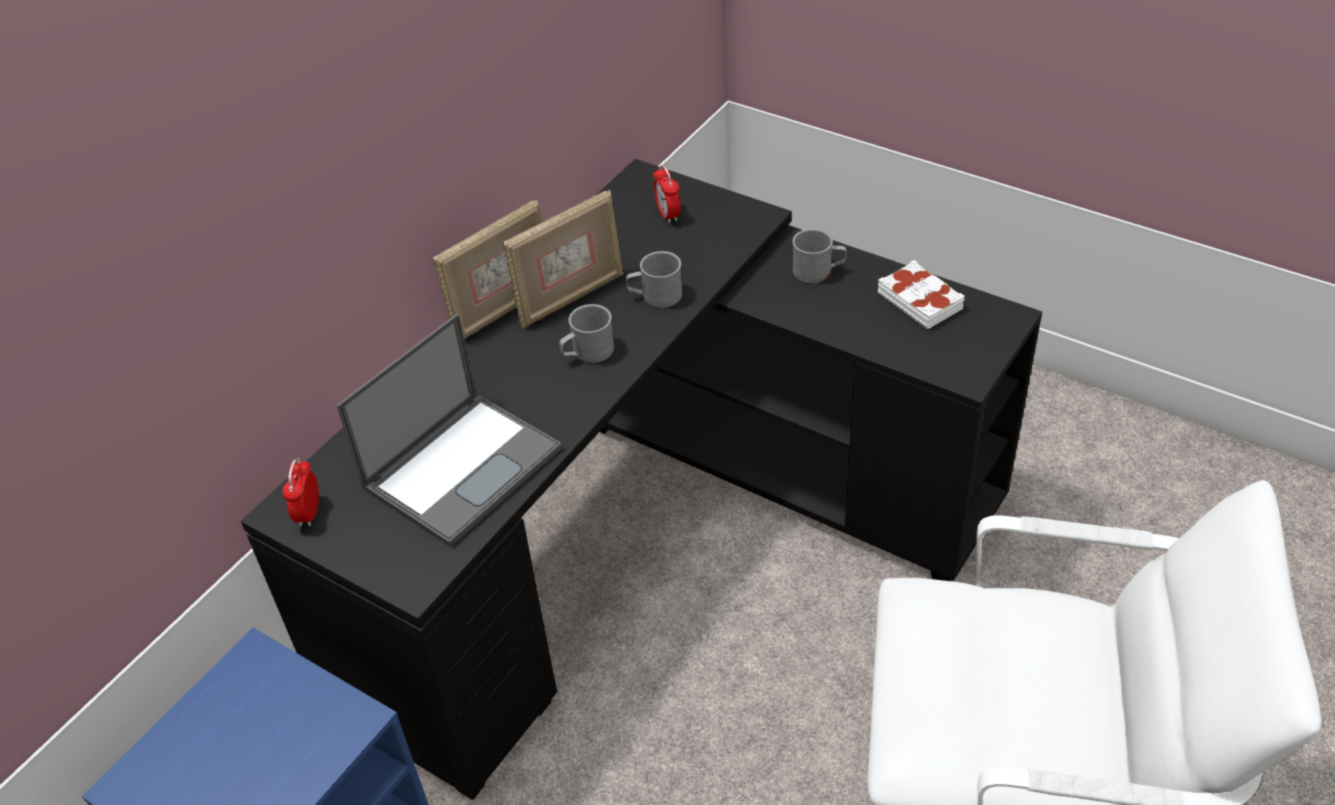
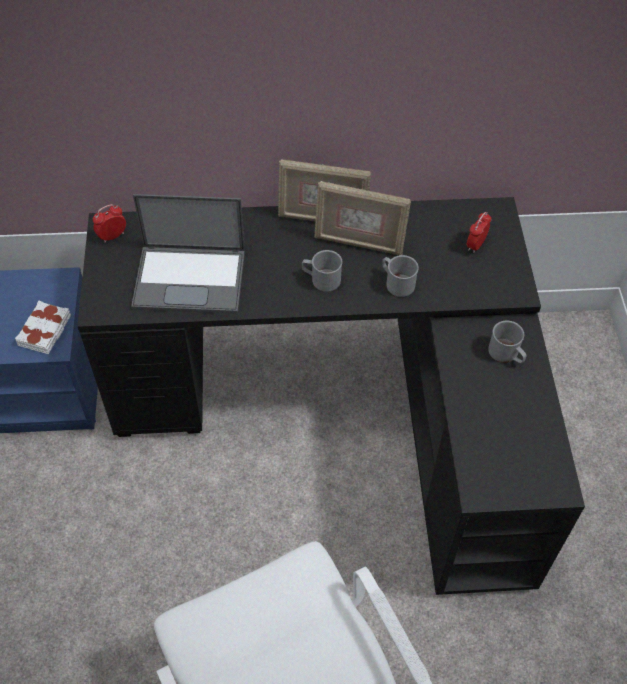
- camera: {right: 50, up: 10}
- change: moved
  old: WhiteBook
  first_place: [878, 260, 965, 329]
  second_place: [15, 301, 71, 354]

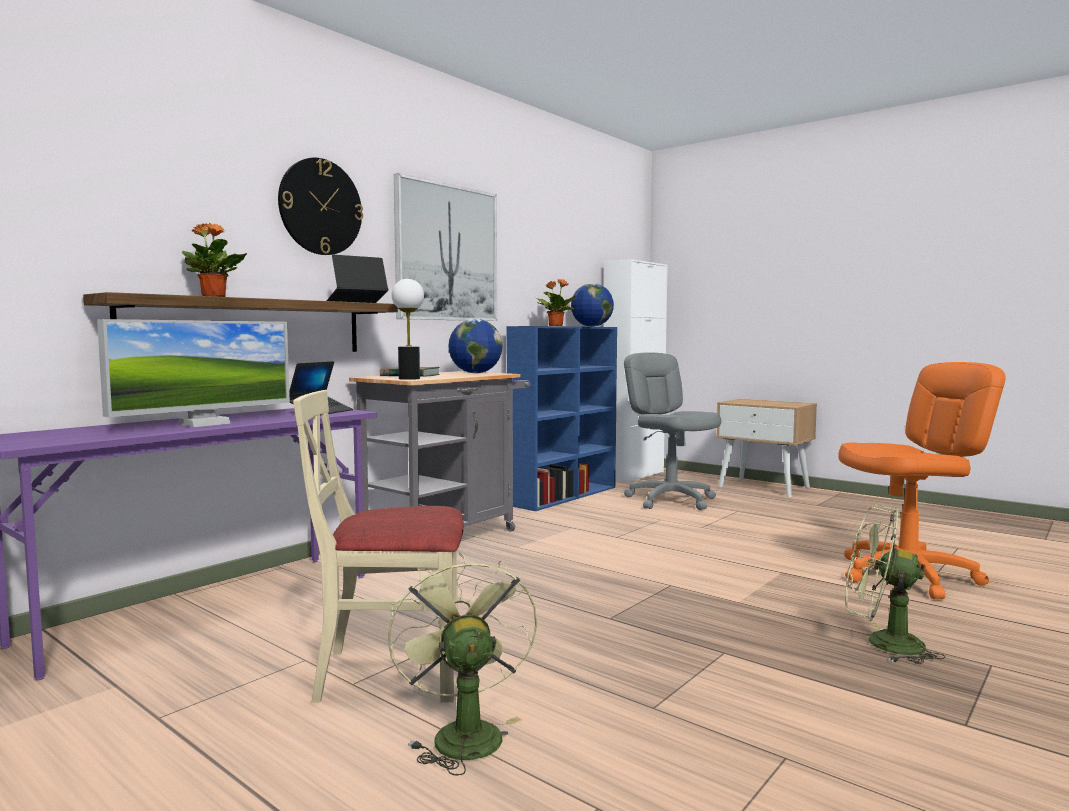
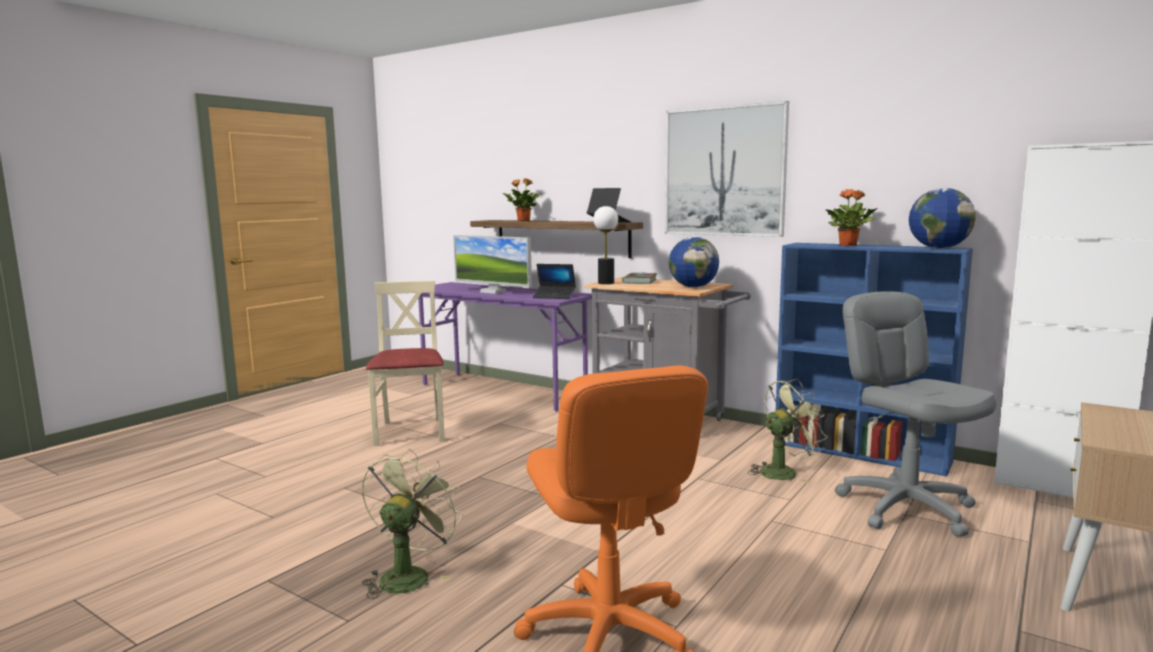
- camera: {right: 85, up: 5}
- change: removed
  old: WallClock
  first_place: [278, 158, 363, 255]
- change: moved
  old: GreenFan
  first_place: [388, 552, 537, 776]
  second_place: [748, 379, 827, 483]
- change: turned
  old: GreyOfficeChair
  first_place: [624, 353, 721, 510]
  second_place: [835, 291, 996, 537]
  degrees: -75

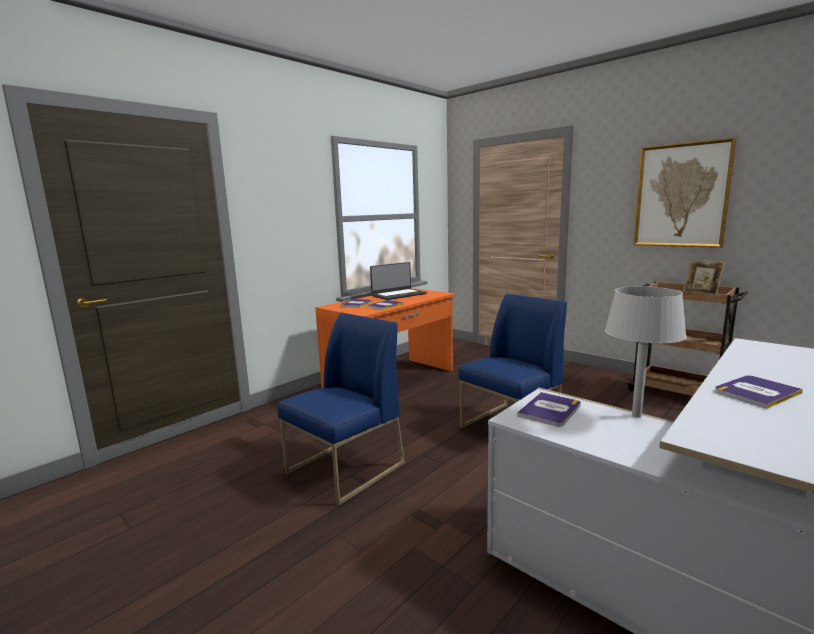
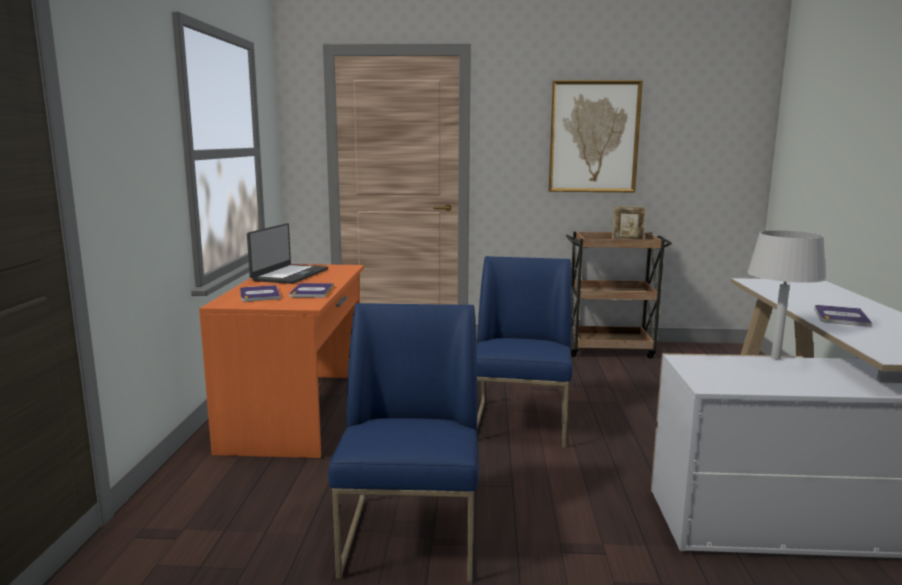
- camera: {right: -40, up: 0}
- change: removed
  old: Book
  first_place: [517, 392, 581, 427]

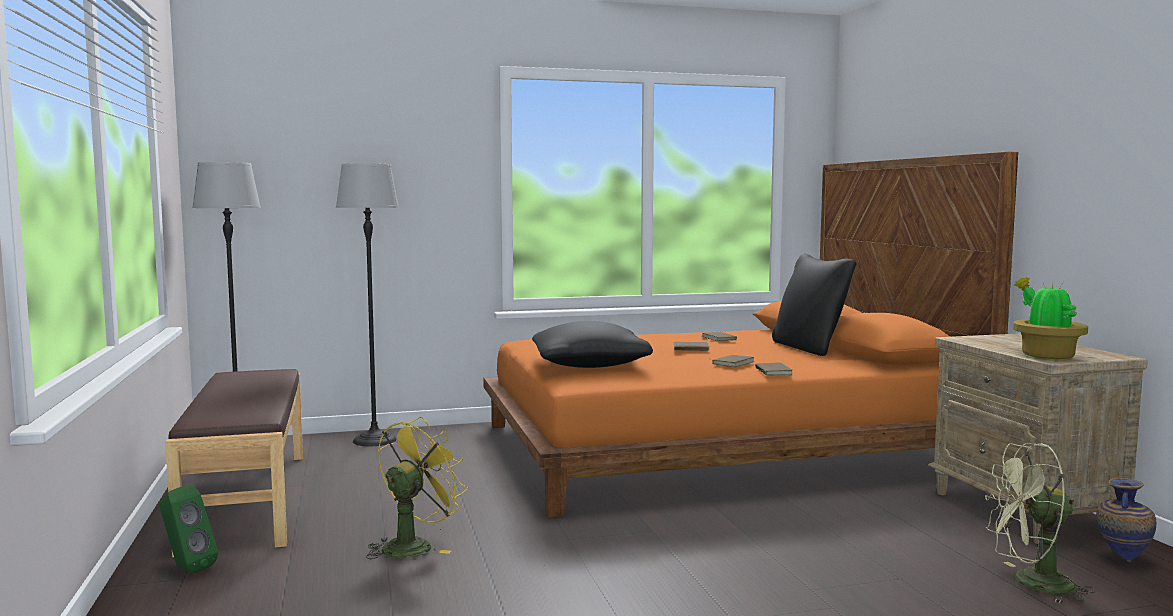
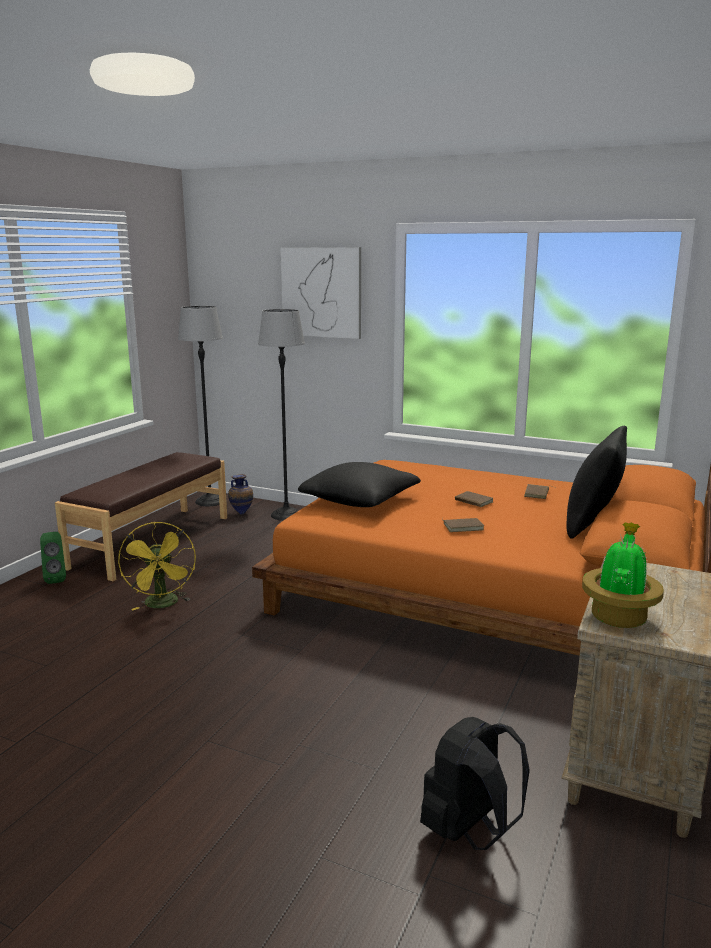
- camera: {right: 40, up: 10}
- change: removed
  old: BrownBook
  first_place: [755, 362, 792, 375]
- change: added
  new: Picture
  second_place: [280, 247, 361, 339]
- change: moved
  old: Vase
  first_place: [1096, 478, 1156, 562]
  second_place: [228, 474, 253, 515]
- change: replaced
  old: GreenFan
  new: BlackBackpack
  first_place: [985, 443, 1096, 603]
  second_place: [420, 717, 530, 850]
- change: turned
  old: YellowFan
  first_place: [366, 417, 468, 559]
  second_place: [118, 522, 196, 611]
  degrees: 90

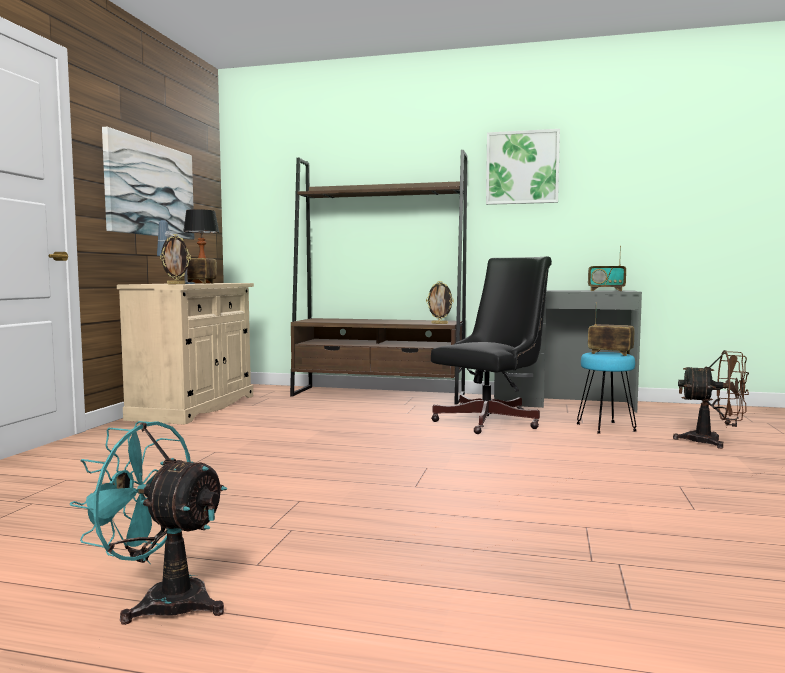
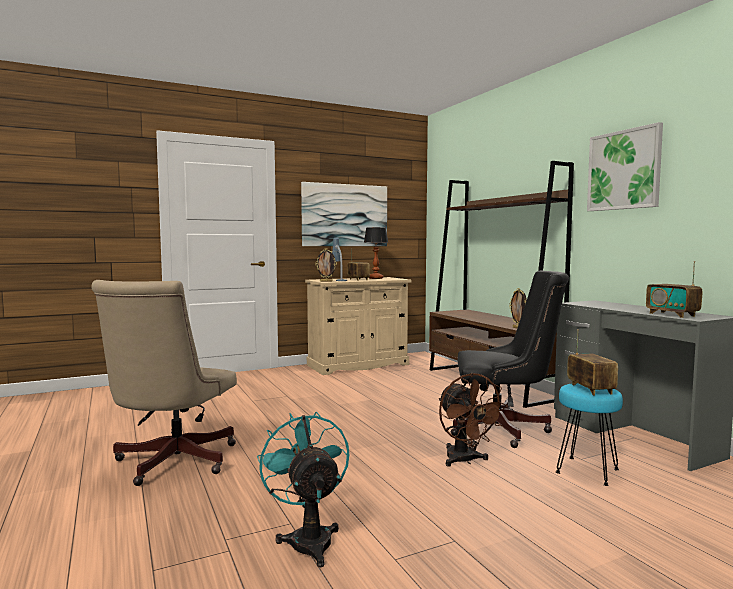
- camera: {right: 50, up: 0}
- change: added
  new: BeigeOfficeChair
  second_place: [91, 280, 237, 486]
- change: moved
  old: TurquoiseFan
  first_place: [70, 421, 227, 625]
  second_place: [257, 412, 349, 567]
- change: moved
  old: BrownFan
  first_place: [673, 350, 749, 449]
  second_place: [439, 373, 508, 467]

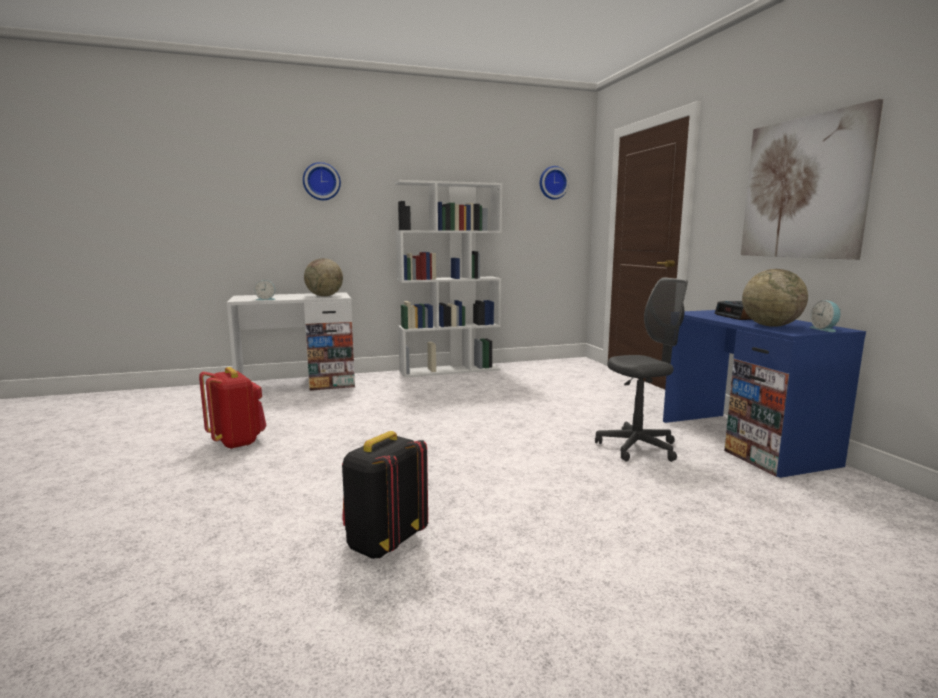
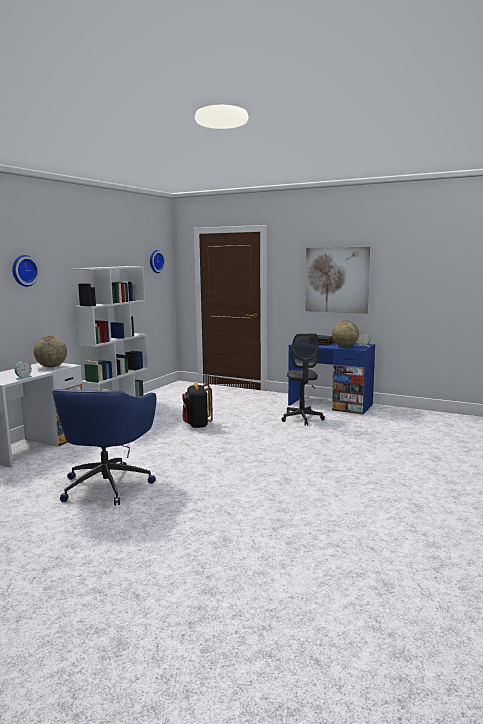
- camera: {right: -45, up: 0}
- change: moved
  old: BlackBackpack
  first_place: [342, 431, 428, 559]
  second_place: [182, 383, 213, 428]
- change: replaced
  old: RedBackpack
  new: BlueOfficeChair
  first_place: [199, 367, 267, 449]
  second_place: [52, 389, 156, 506]
- change: turned
  old: GreyOfficeChair
  first_place: [595, 277, 688, 462]
  second_place: [281, 333, 325, 426]
  degrees: 150

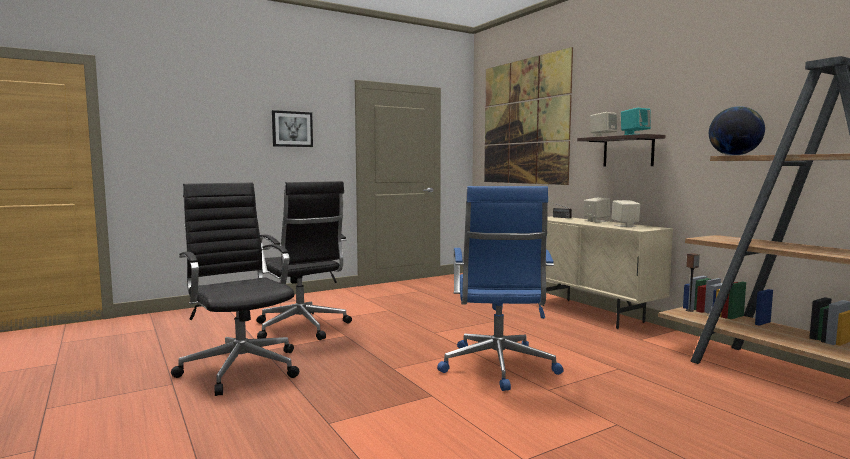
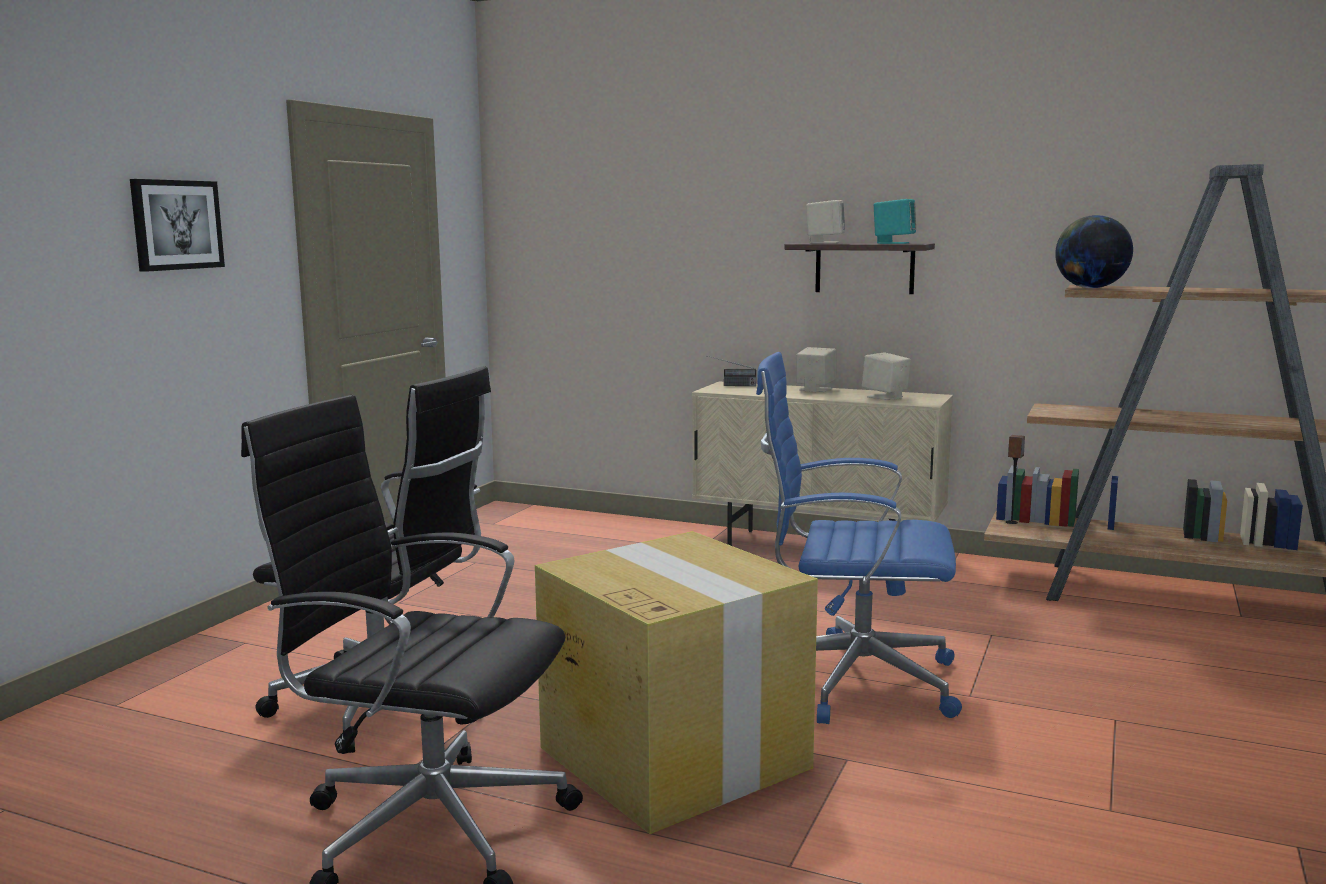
- camera: {right: -35, up: 5}
- change: removed
  old: Picture
  first_place: [484, 47, 573, 185]
- change: added
  new: CardboardBox
  second_place: [535, 531, 818, 834]
- change: turned
  old: BlueOfficeChair
  first_place: [437, 186, 564, 391]
  second_place: [756, 352, 962, 724]
  degrees: 135

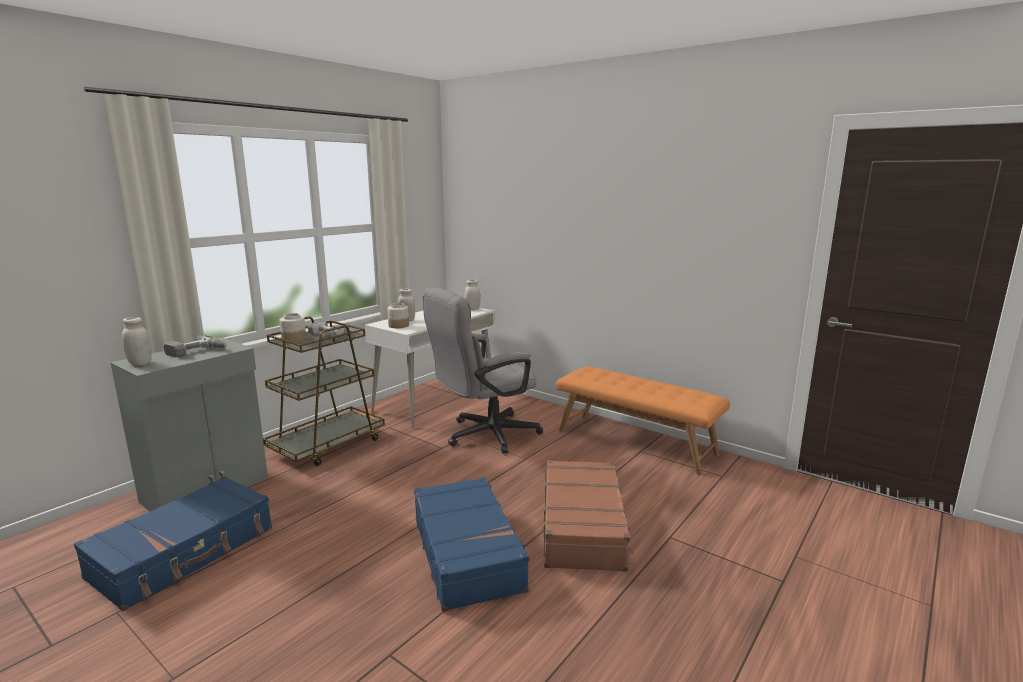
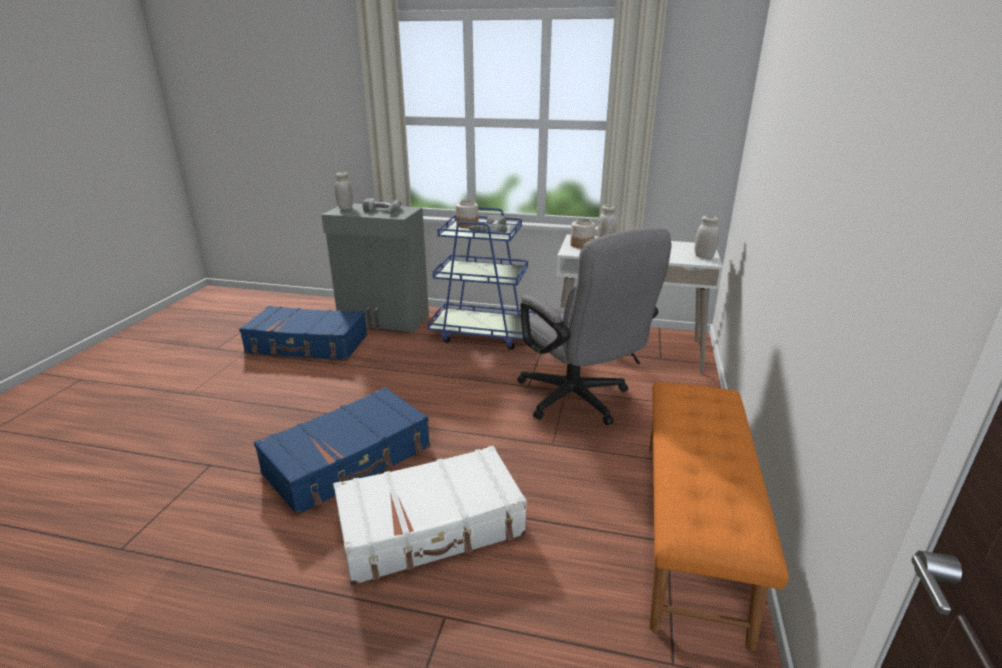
- camera: {right: 65, up: 10}
- change: recoloured
  old: BrownCart
  new: BlueCart
  first_place: [263, 316, 385, 466]
  second_place: [427, 207, 535, 350]
- change: recoloured
  old: BrownSuitcase
  new: WhiteSuitcase
  first_place: [544, 460, 634, 572]
  second_place: [333, 446, 527, 585]
- change: turned
  old: GreyOfficeChair
  first_place: [423, 287, 543, 454]
  second_place: [517, 227, 672, 425]
  degrees: -150

